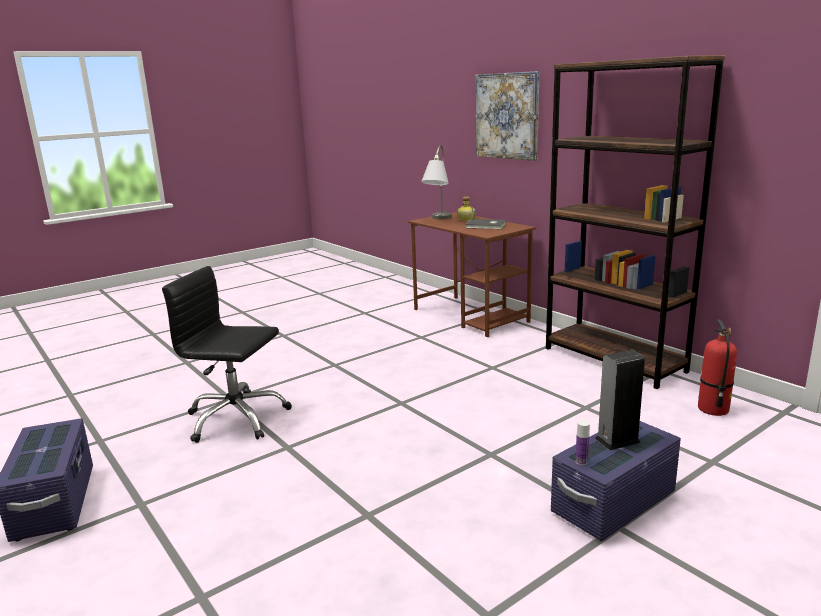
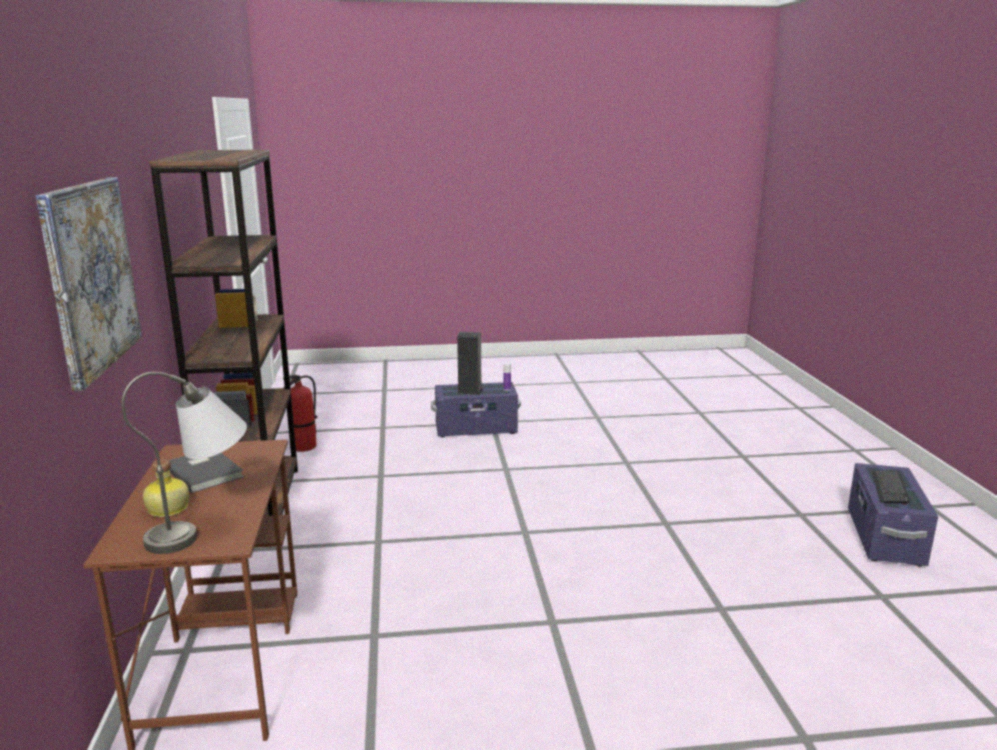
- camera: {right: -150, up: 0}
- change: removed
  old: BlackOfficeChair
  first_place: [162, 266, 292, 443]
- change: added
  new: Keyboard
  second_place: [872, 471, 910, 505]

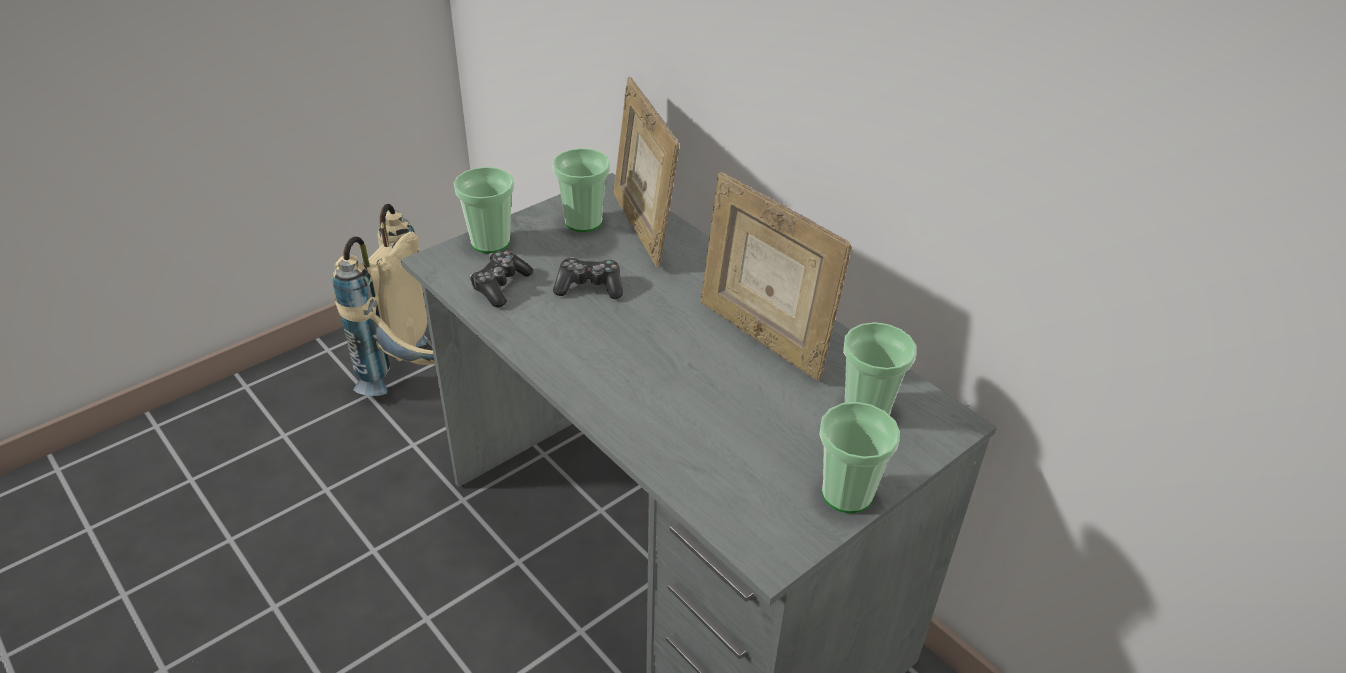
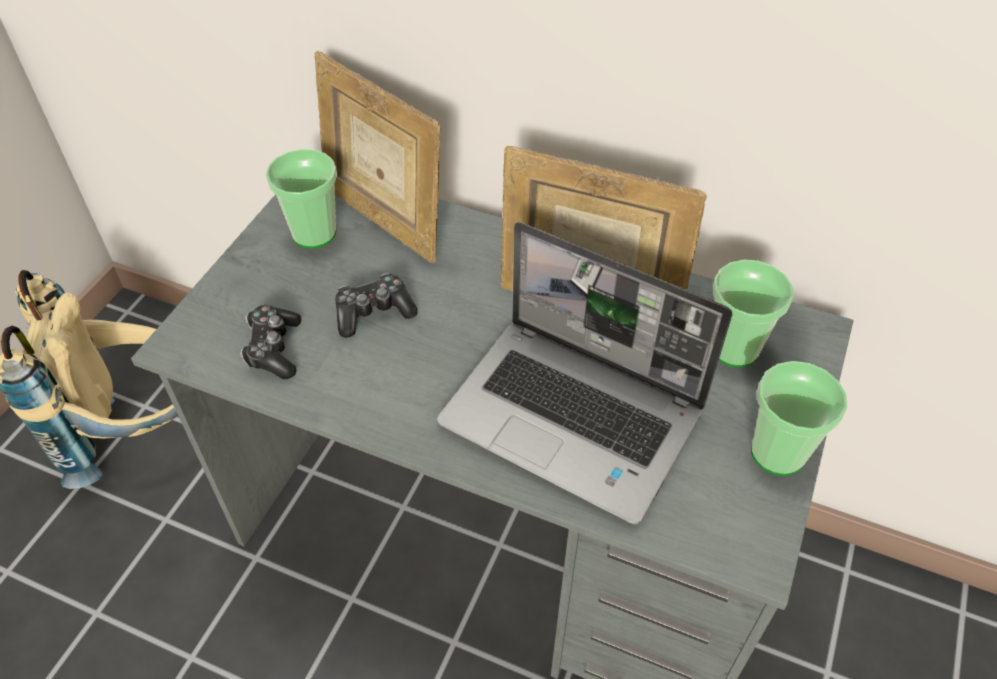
- camera: {right: -25, up: 10}
- change: removed
  old: Cup
  first_place: [454, 167, 514, 253]
- change: added
  new: Laptop
  second_place: [437, 222, 732, 524]

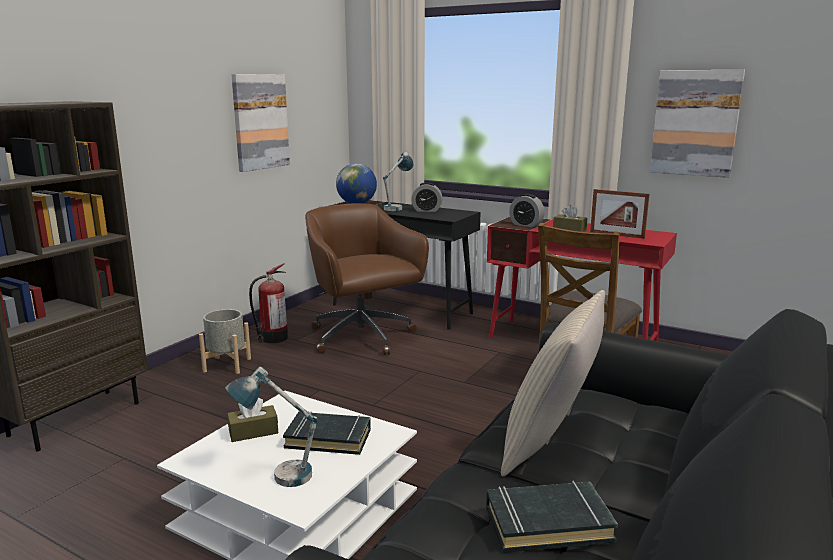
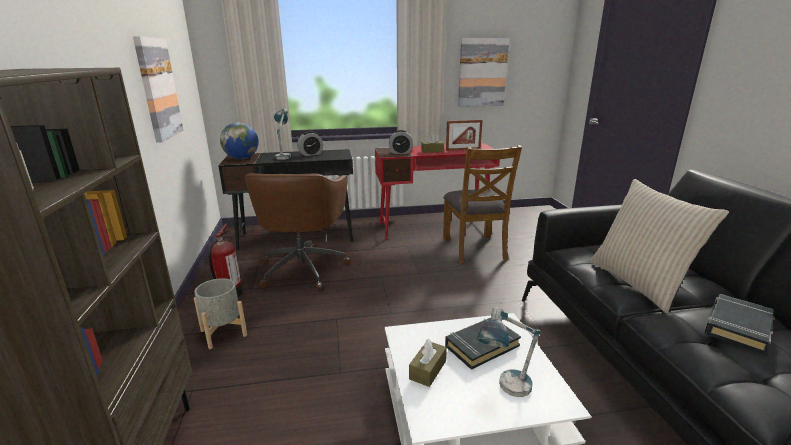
- camera: {right: -40, up: 5}
- change: turned
  old: BrownOfficeChair
  first_place: [305, 203, 429, 355]
  second_place: [244, 173, 350, 290]
  degrees: -105

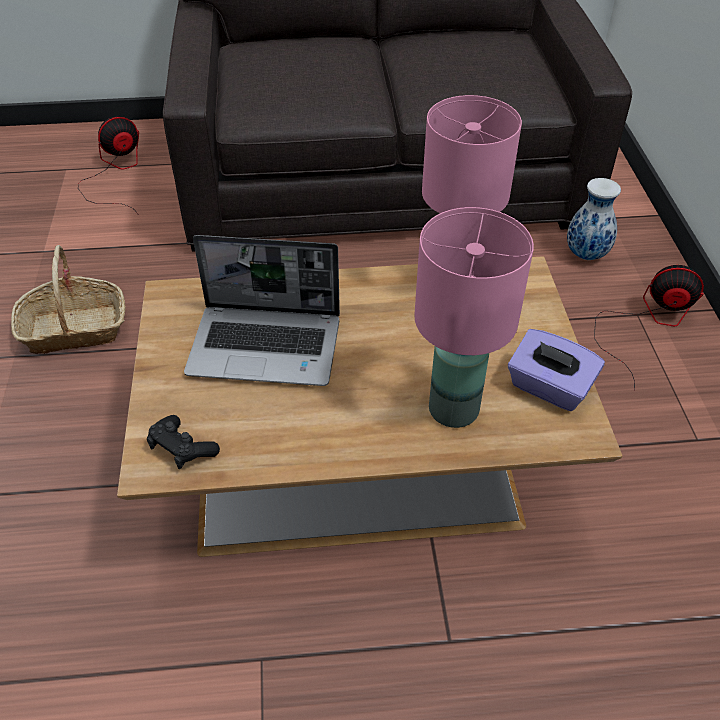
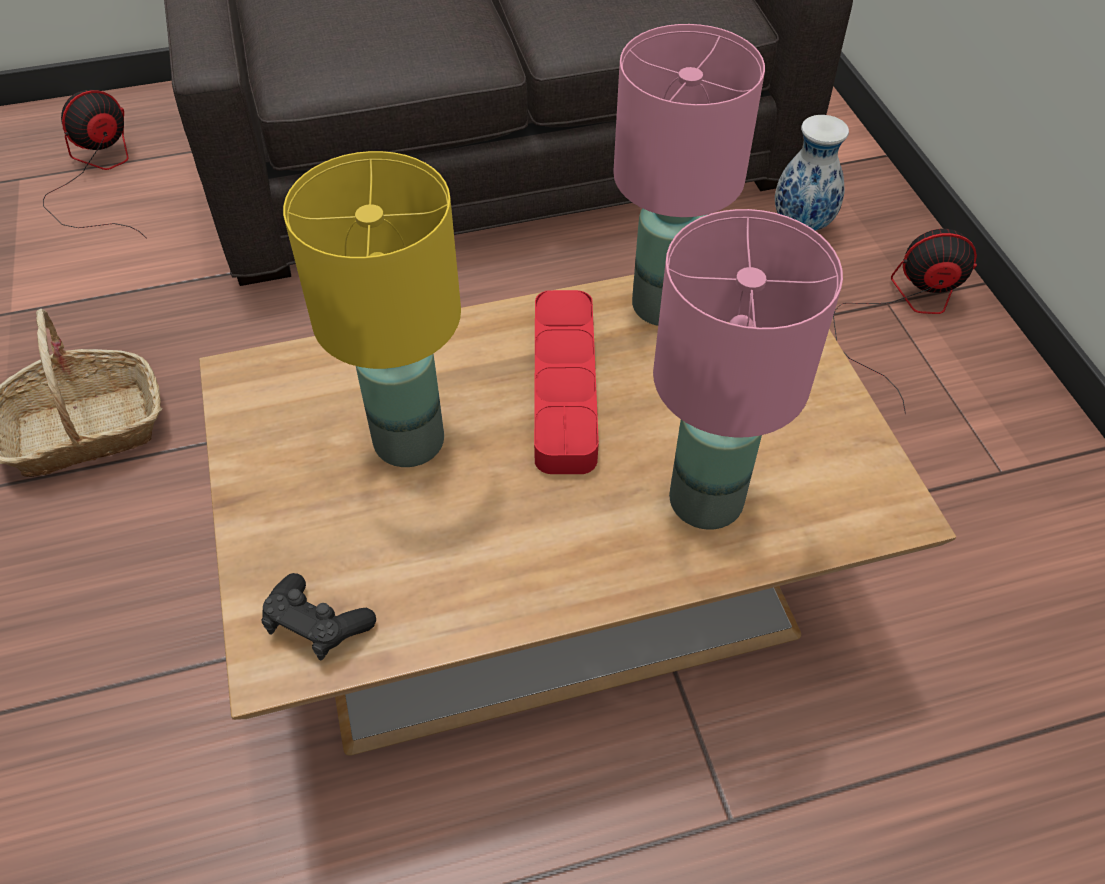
- camera: {right: -10, up: 5}
- change: removed
  old: PurpleTissueBox
  first_place: [508, 329, 605, 411]
- change: added
  new: RedTray
  second_place: [534, 290, 599, 474]
- change: replaced
  old: Laptop
  new: YellowTableLamp
  first_place: [184, 235, 340, 386]
  second_place: [283, 151, 461, 467]

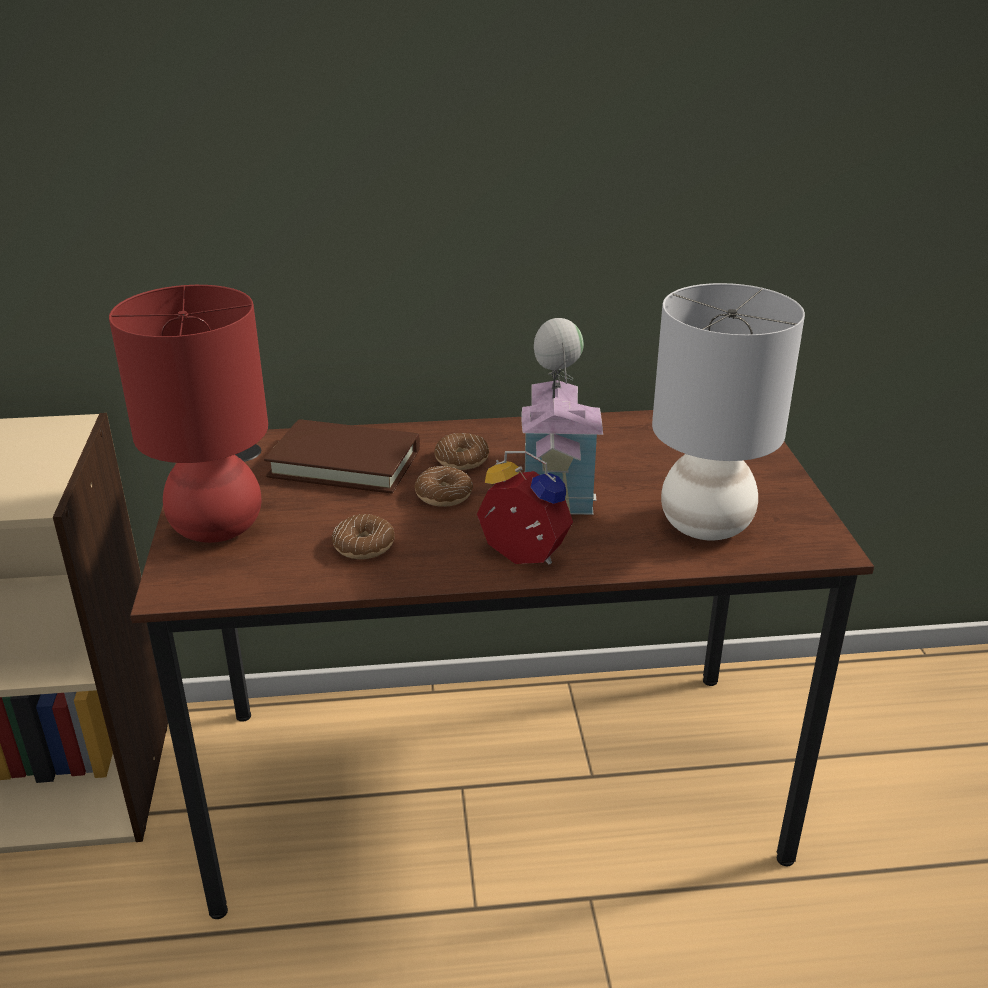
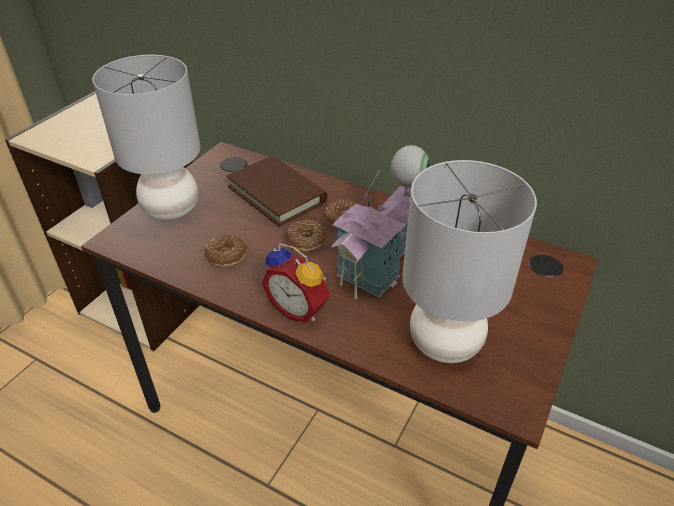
- camera: {right: 35, up: 10}
- change: recoloured
  old: RedTableLamp
  new: GreyTableLamp
  first_place: [109, 285, 268, 543]
  second_place: [92, 55, 200, 220]
- change: turned
  old: AlarmClock
  first_place: [477, 451, 573, 564]
  second_place: [262, 243, 330, 323]
  degrees: 150

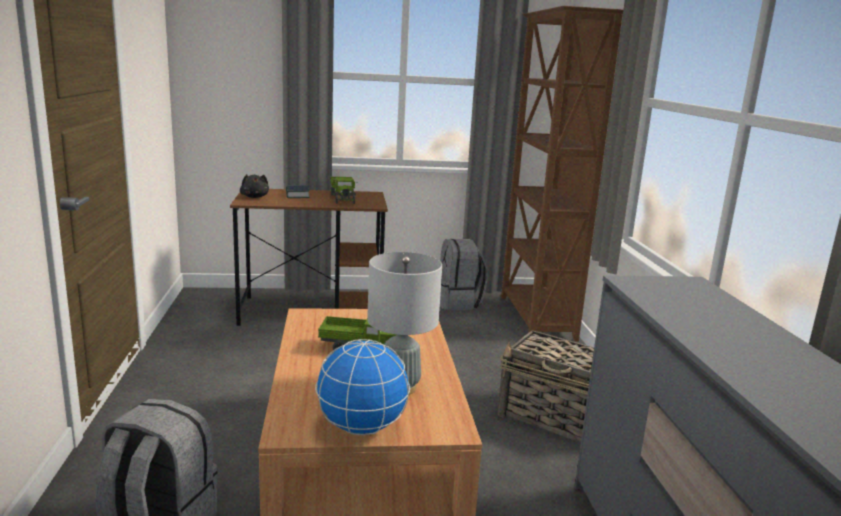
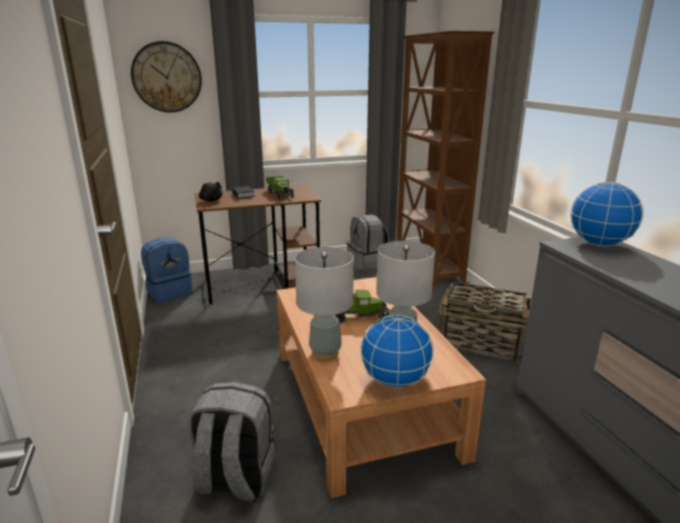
- camera: {right: -10, up: 5}
- change: added
  new: WallClock
  second_place: [131, 41, 202, 113]
- change: added
  new: BlueBackpack
  second_place: [141, 237, 193, 303]
- change: added
  new: GreyTableLamp
  second_place: [295, 247, 354, 361]
- change: added
  new: Globe
  second_place: [570, 182, 643, 246]

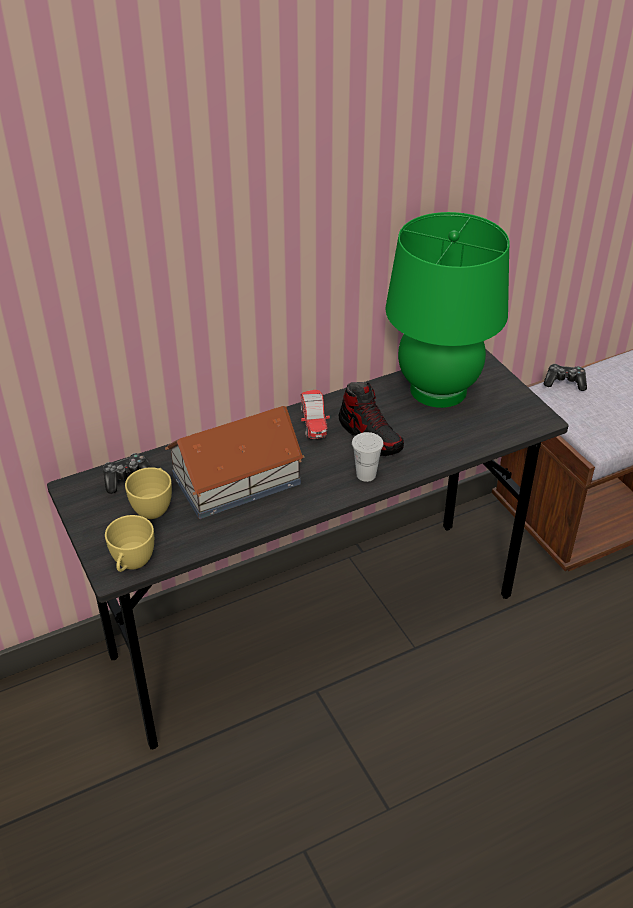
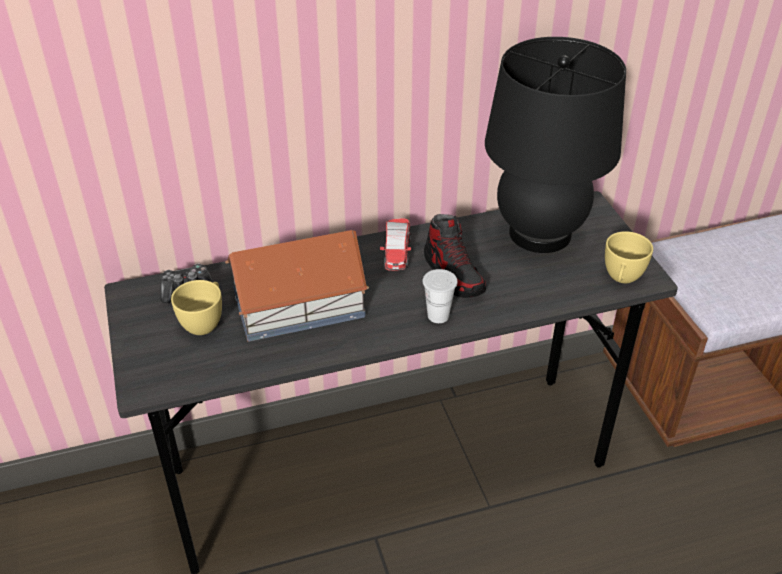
- camera: {right: 10, up: 0}
- change: removed
  old: GameController
  first_place: [544, 364, 587, 391]
- change: moved
  old: YellowCup
  first_place: [105, 515, 154, 572]
  second_place: [605, 231, 653, 283]
- change: recoloured
  old: GreenTableLamp
  new: BlackTableLamp
  first_place: [386, 212, 510, 408]
  second_place: [485, 37, 626, 253]

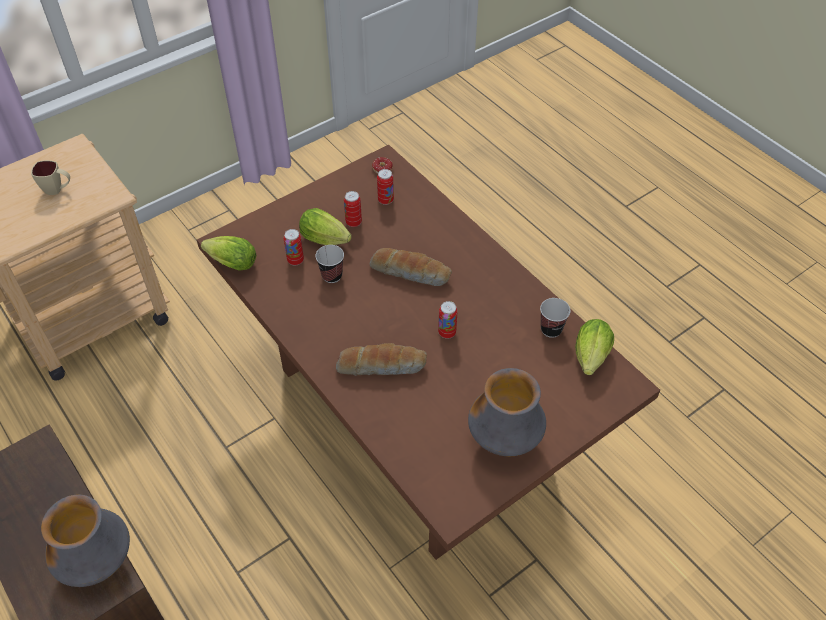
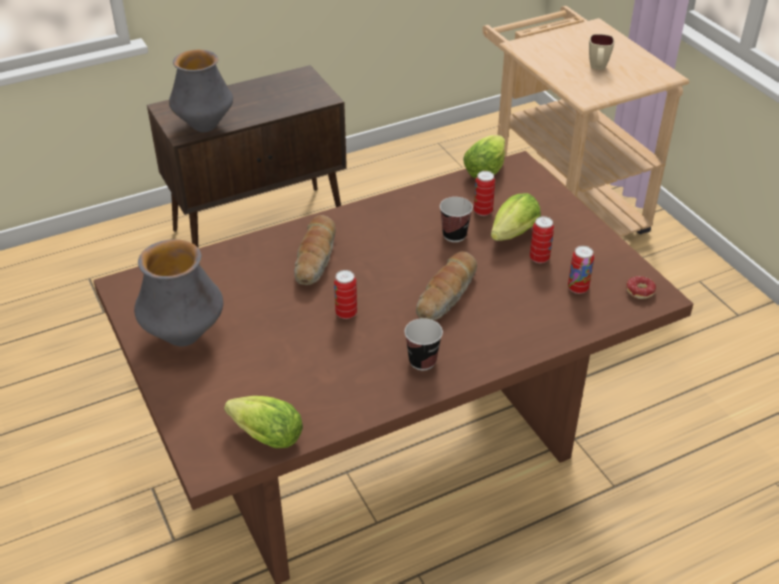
- camera: {right: 100, up: -10}
- change: moved
  old: Cup
  first_place: [540, 298, 570, 338]
  second_place: [405, 318, 443, 370]

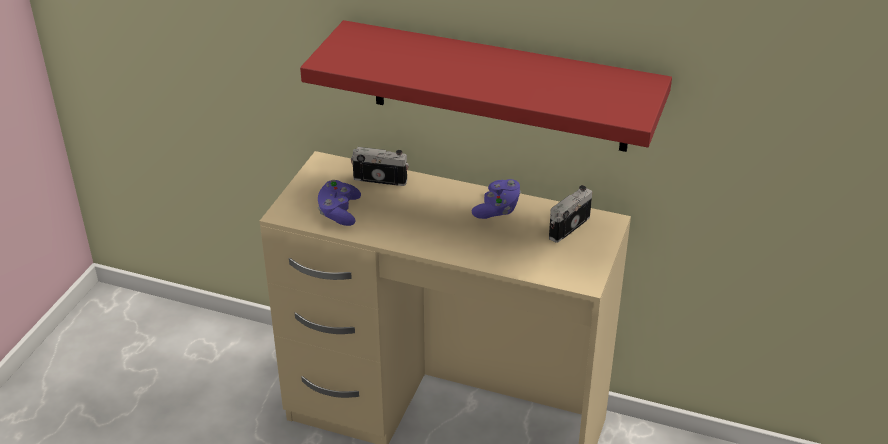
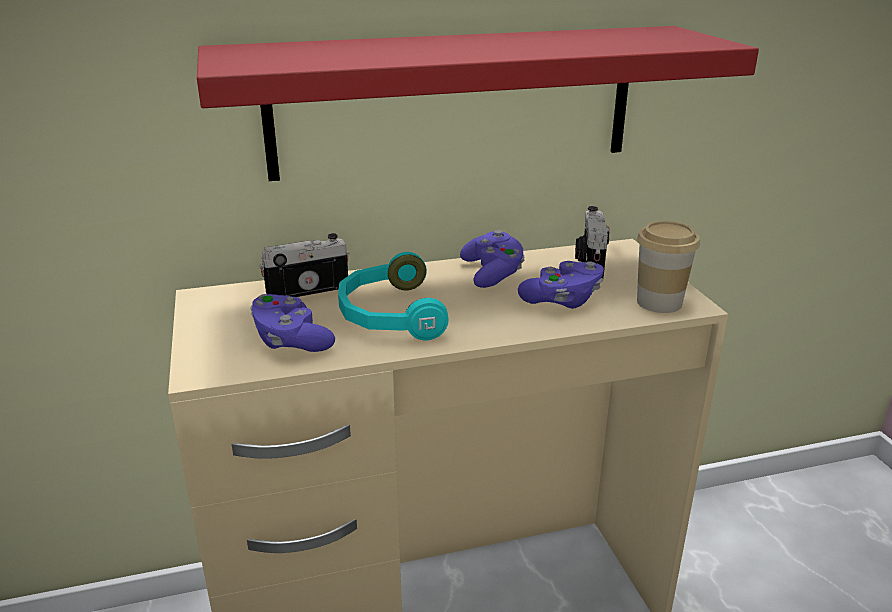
- camera: {right: -35, up: -10}
- change: added
  new: TurquoiseHeadphones
  second_place: [338, 252, 449, 340]
- change: added
  new: PurpleGameController
  second_place: [518, 261, 604, 309]
- change: added
  new: Cup
  second_place: [637, 221, 700, 313]

